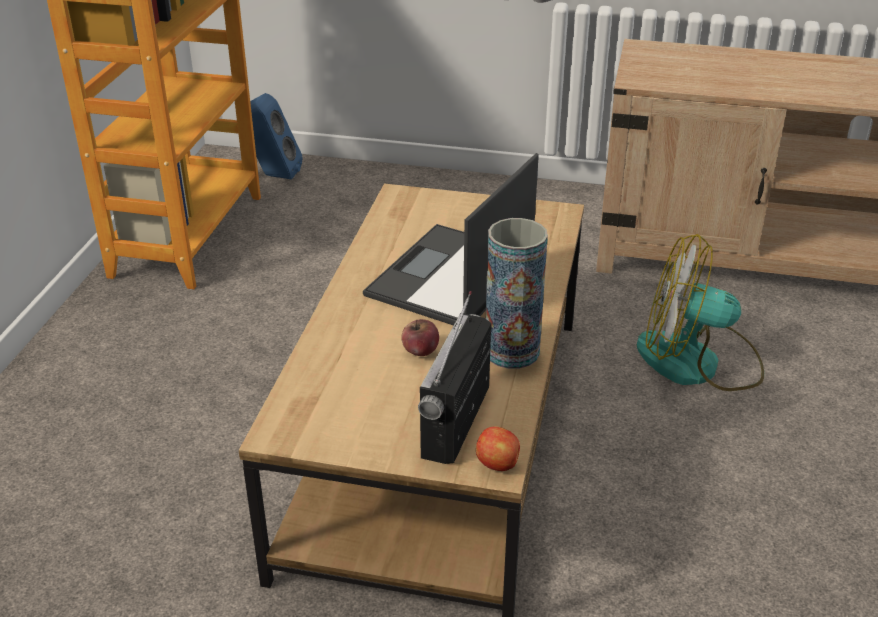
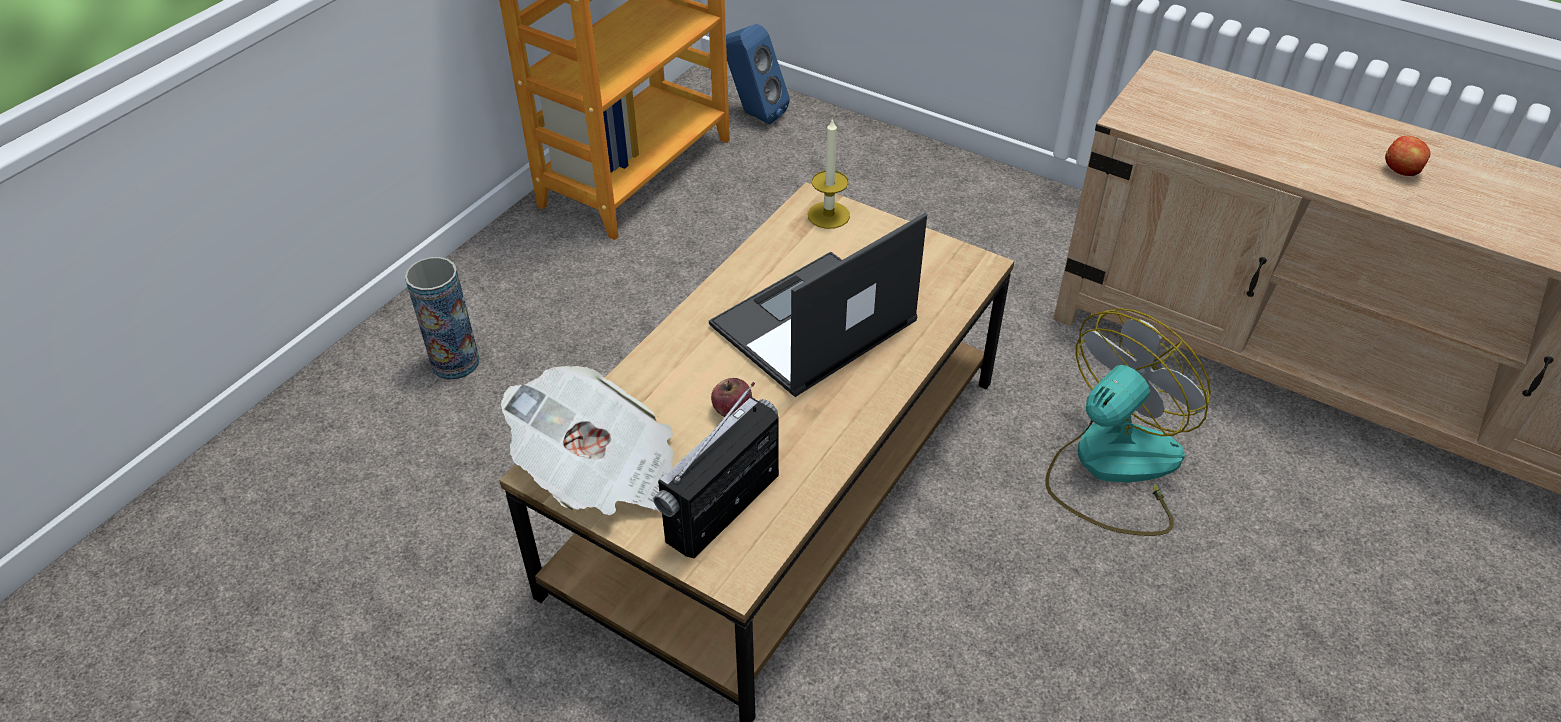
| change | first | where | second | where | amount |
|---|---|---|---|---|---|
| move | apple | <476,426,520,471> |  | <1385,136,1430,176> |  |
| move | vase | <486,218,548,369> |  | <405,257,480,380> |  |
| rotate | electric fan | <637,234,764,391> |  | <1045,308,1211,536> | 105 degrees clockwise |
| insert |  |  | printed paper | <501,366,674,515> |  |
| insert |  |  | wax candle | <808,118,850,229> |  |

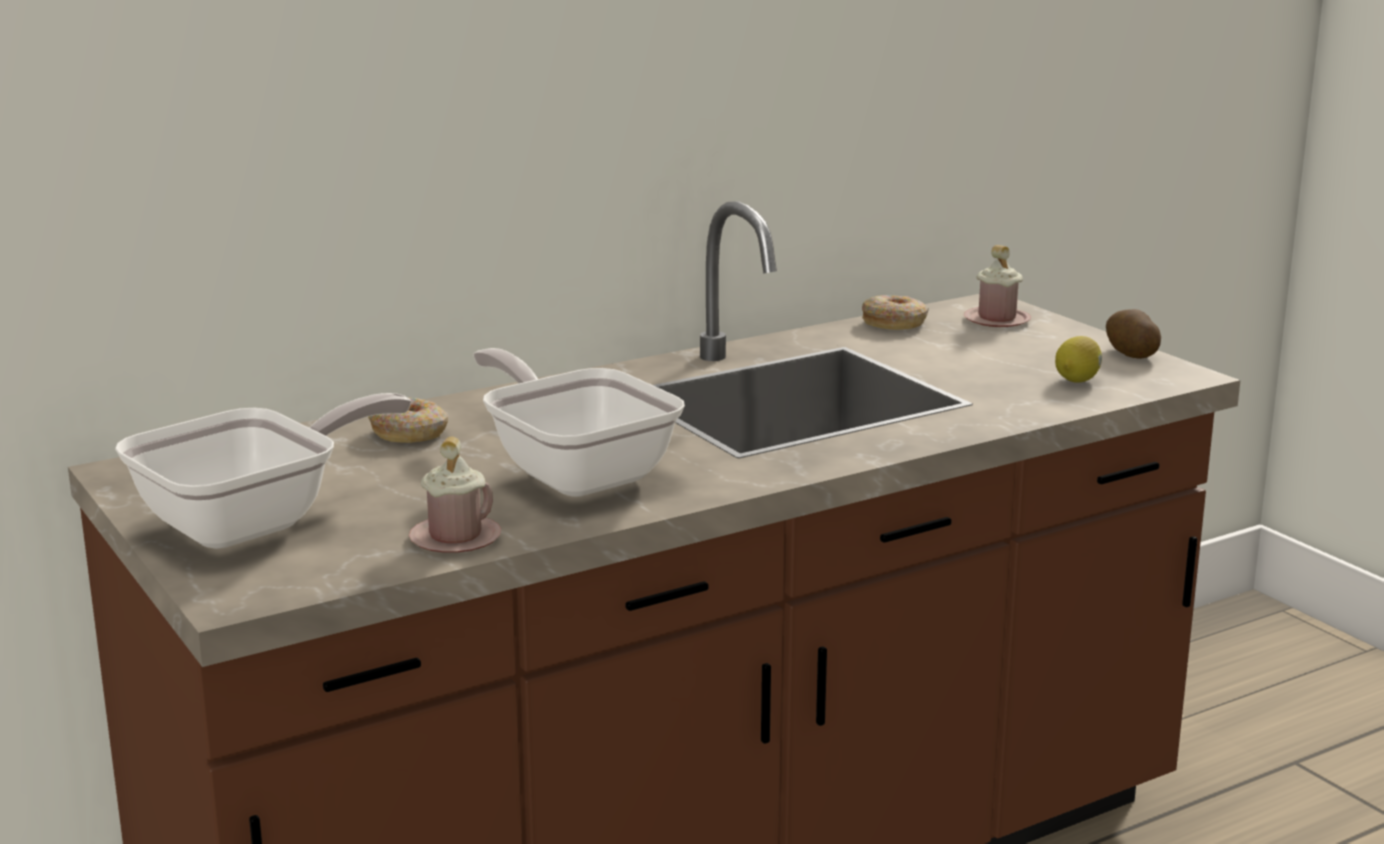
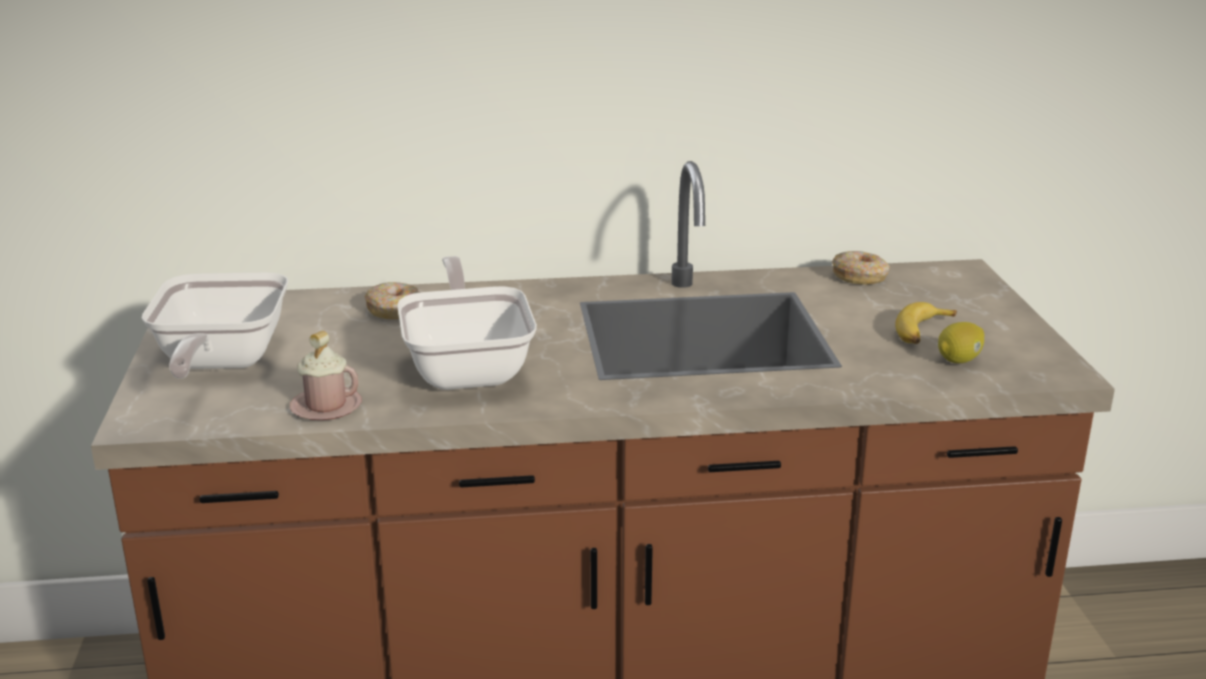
| change | first | where | second | where | amount |
|---|---|---|---|---|---|
| rotate | frying pan | <115,393,411,549> |  | <142,272,288,379> | 105 degrees clockwise |
| delete | pinkish coffee mug | <964,245,1031,327> |  |  |  |
| delete | potato | <1106,309,1161,359> |  |  |  |
| insert |  |  | banana fruit | <895,302,957,344> |  |

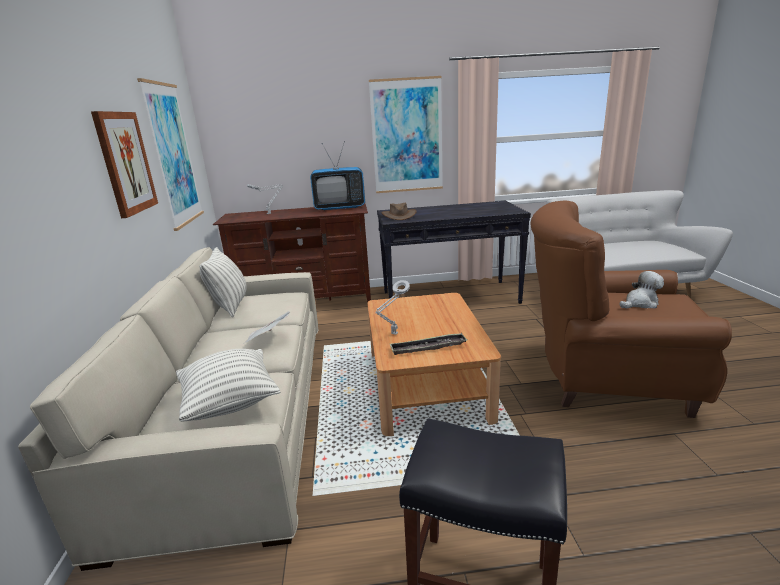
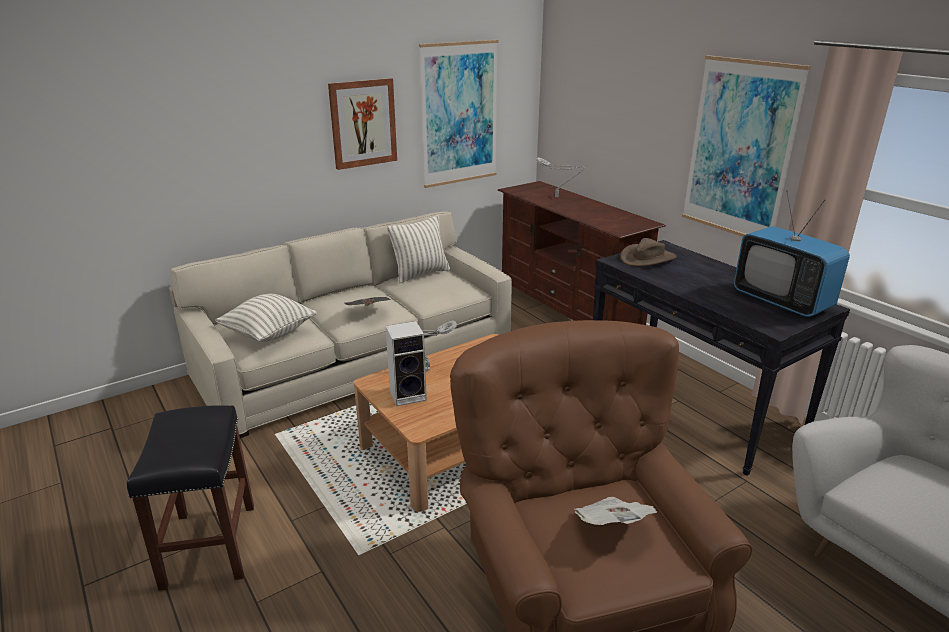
| change | first | where | second | where | amount |
|---|---|---|---|---|---|
| move | television | <310,141,365,211> |  | <734,190,850,317> |  |
| replace | carrying tray | <389,333,468,355> | loudspeaker | <386,321,427,406> |  |
| replace | soft toy | <619,271,664,309> | printed paper | <575,497,657,525> |  |

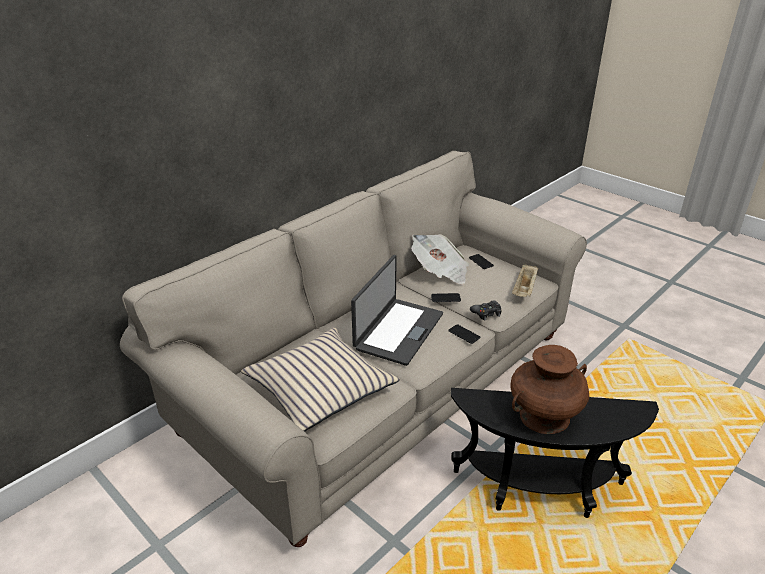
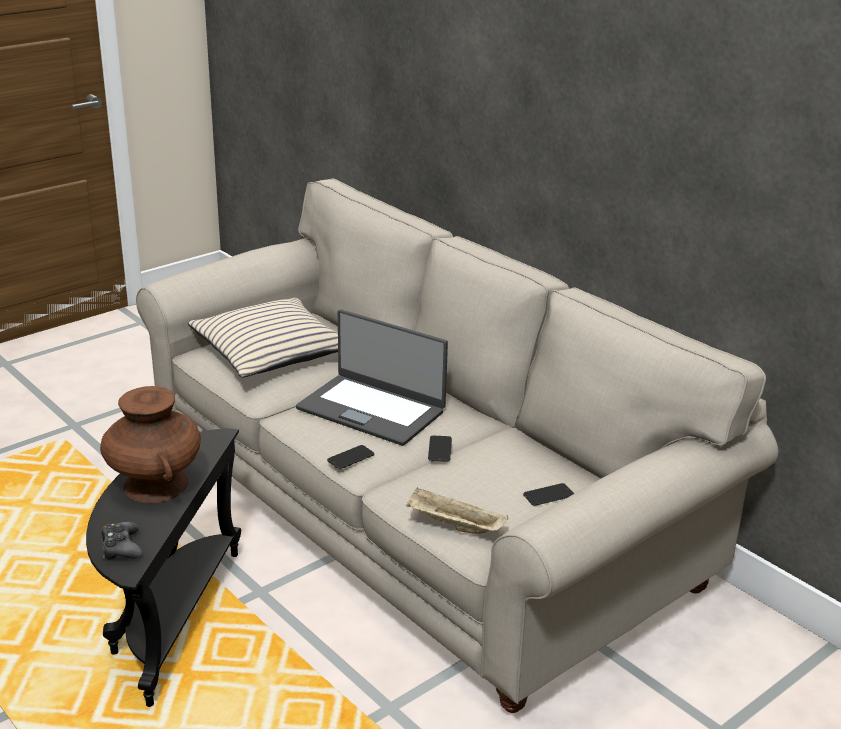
| change | first | where | second | where | amount |
|---|---|---|---|---|---|
| delete | printed paper | <411,234,469,285> |  |  |  |
| move | black-coloured game controller | <470,300,501,320> |  | <101,522,142,560> |  |

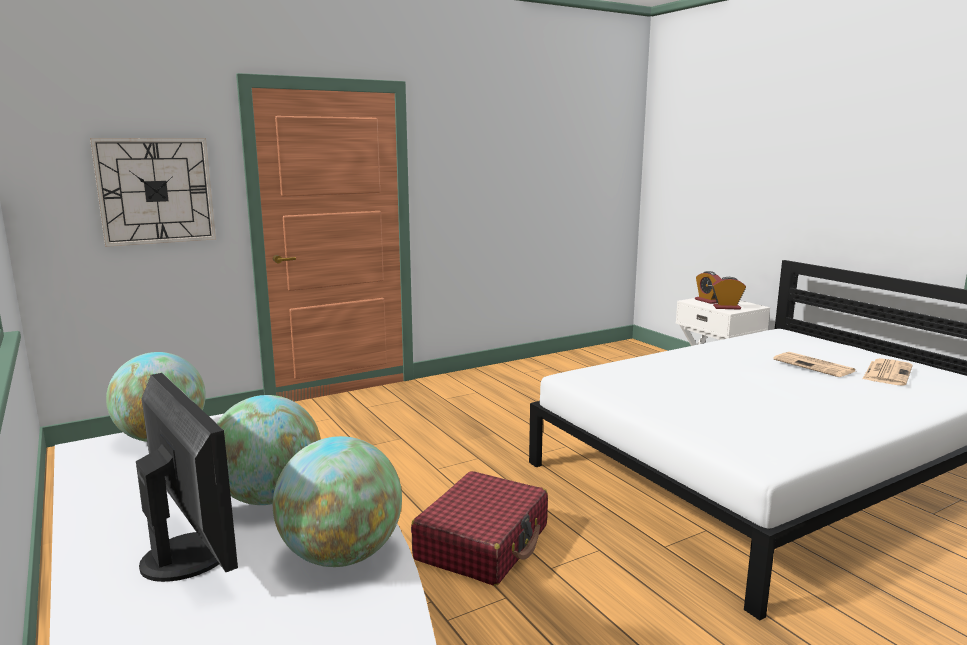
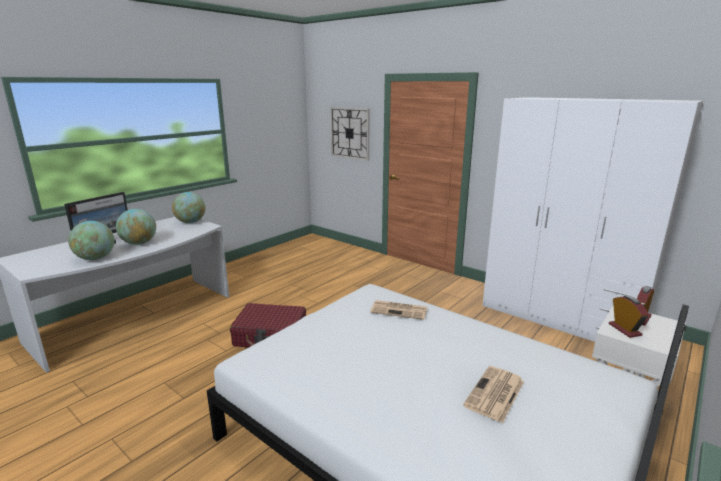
| change | first | where | second | where | amount |
|---|---|---|---|---|---|
| move | printed paper | <863,358,913,386> |  | <370,300,427,320> |  |
| insert |  |  | white clothes cupboard | <483,97,703,342> |  |

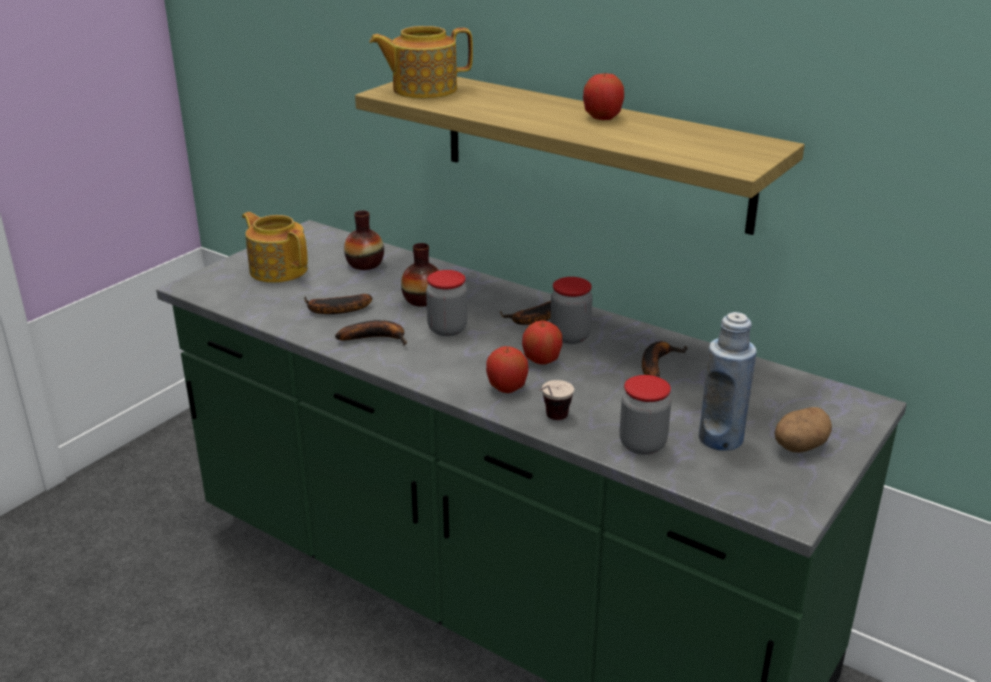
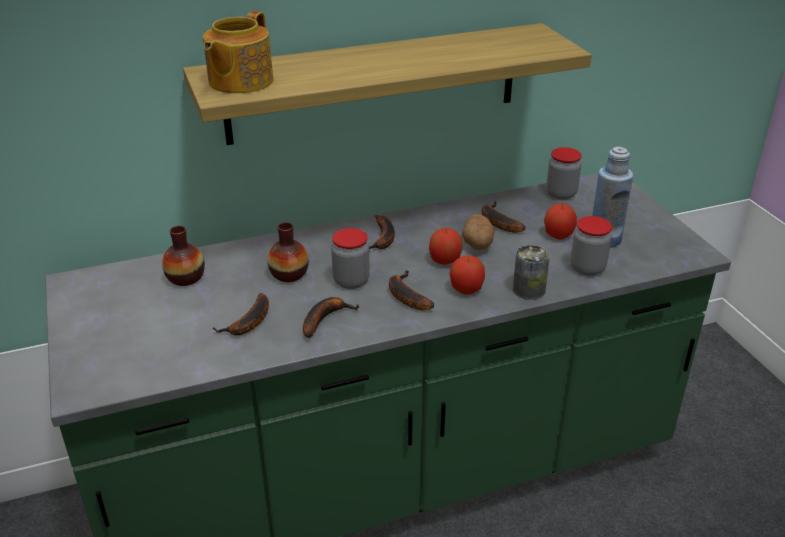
| change | first | where | second | where | amount |
|---|---|---|---|---|---|
| delete | teapot | <242,212,308,283> |  |  |  |
| replace | drinking cup | <539,380,574,420> | can | <513,245,550,300> |  |
| move | jar | <550,277,592,344> |  | <546,147,582,200> |  |
| move | apple | <583,72,624,120> |  | <544,203,577,240> |  |
| move | potato | <774,407,832,453> |  | <462,214,495,250> |  |
| insert |  |  | banana fruit | <389,270,434,310> |  |

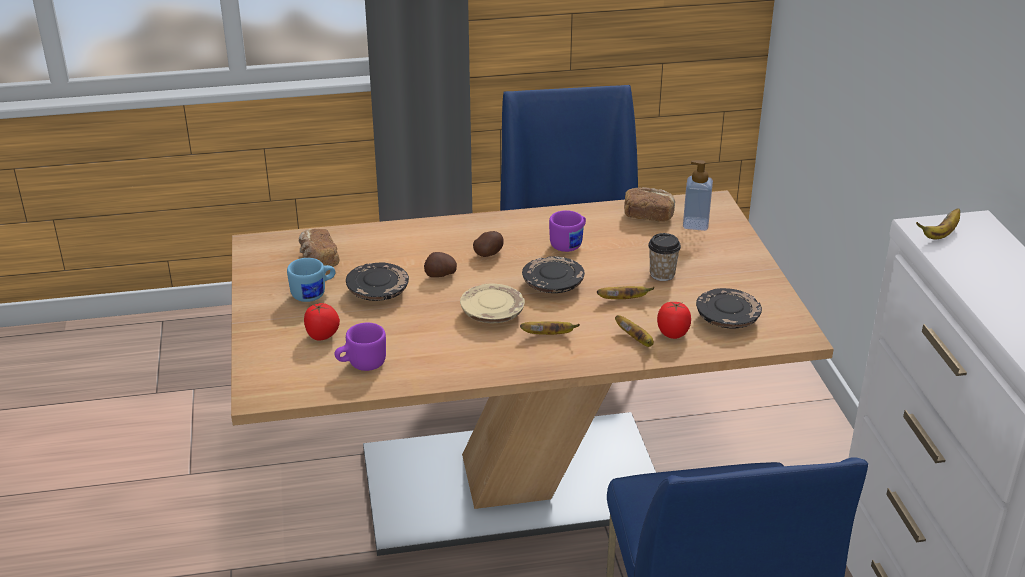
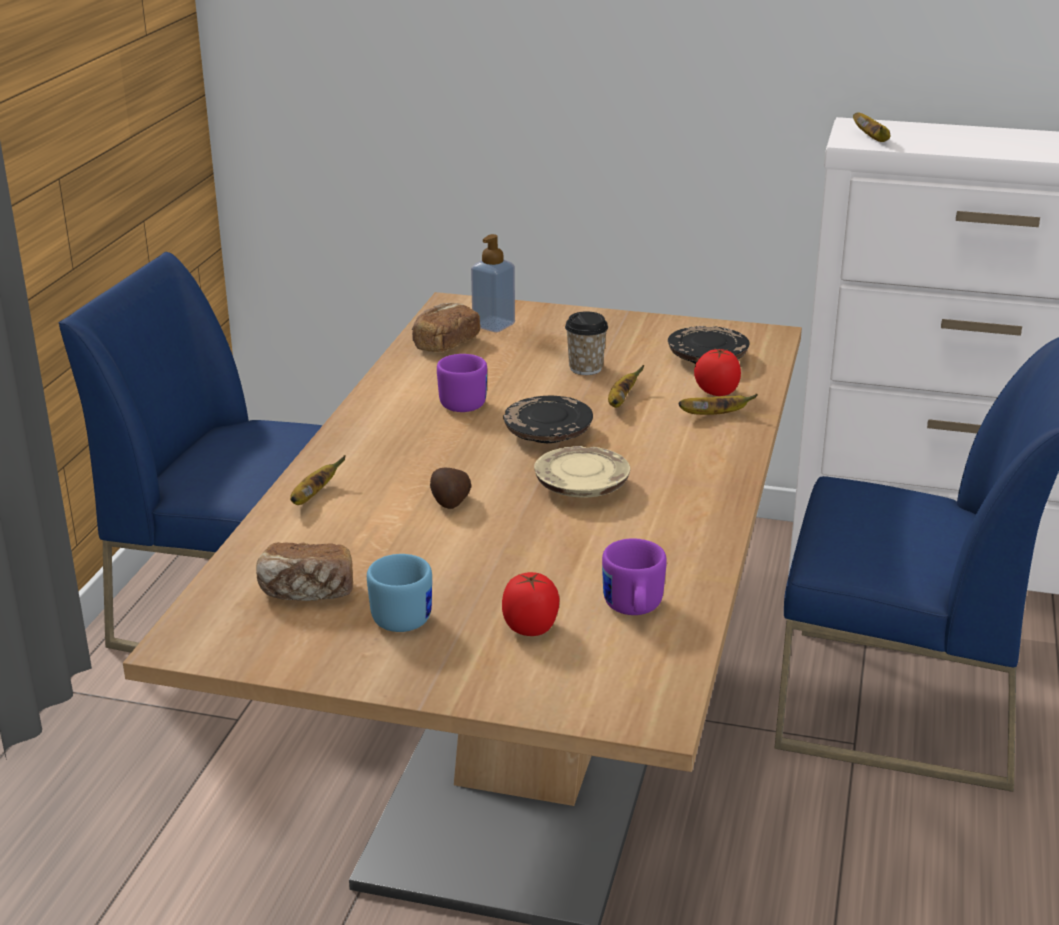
| change | first | where | second | where | amount |
|---|---|---|---|---|---|
| delete | black-coloured dinner plate | <346,262,409,301> |  |  |  |
| delete | potato | <473,231,504,257> |  |  |  |
| move | banana fruit | <520,321,580,335> |  | <290,456,346,505> |  |

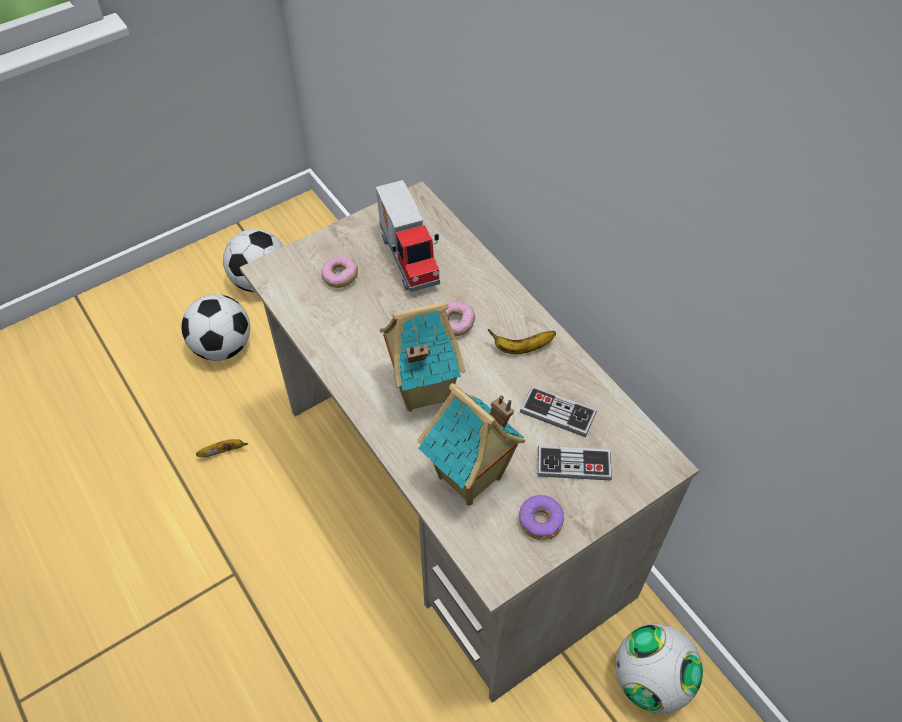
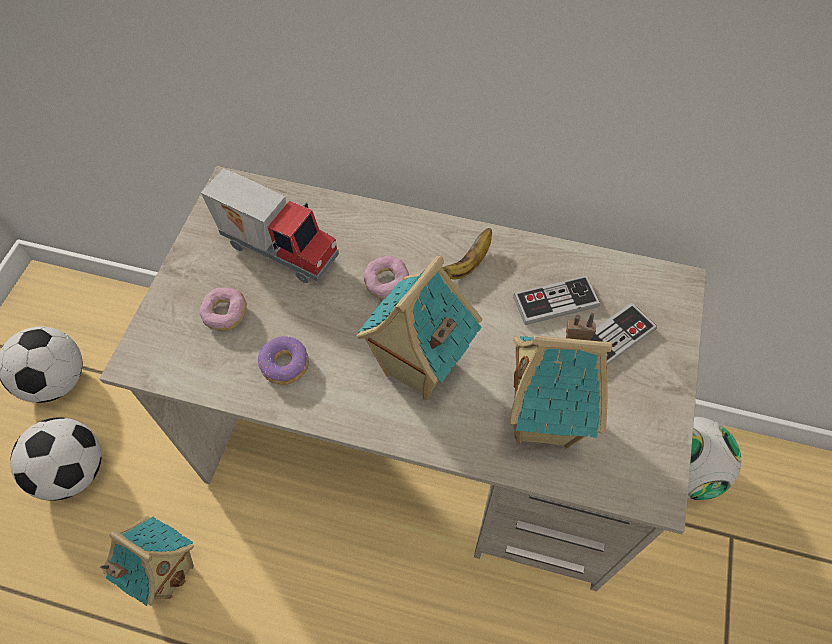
| change | first | where | second | where | amount |
|---|---|---|---|---|---|
| replace | banana fruit | <196,439,248,457> | toy house | <100,516,194,606> |  |
| move | ring doughnut | <519,495,564,540> |  | <258,336,309,385> |  |

